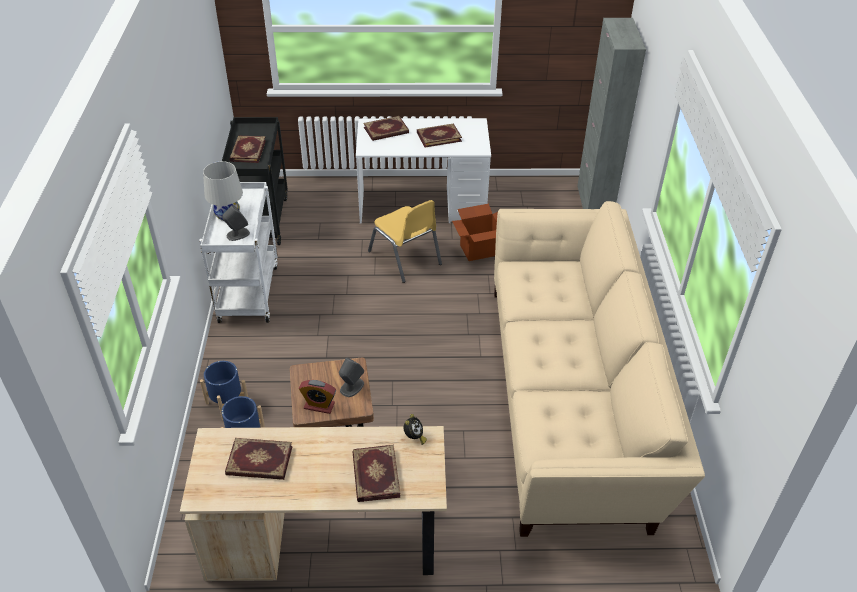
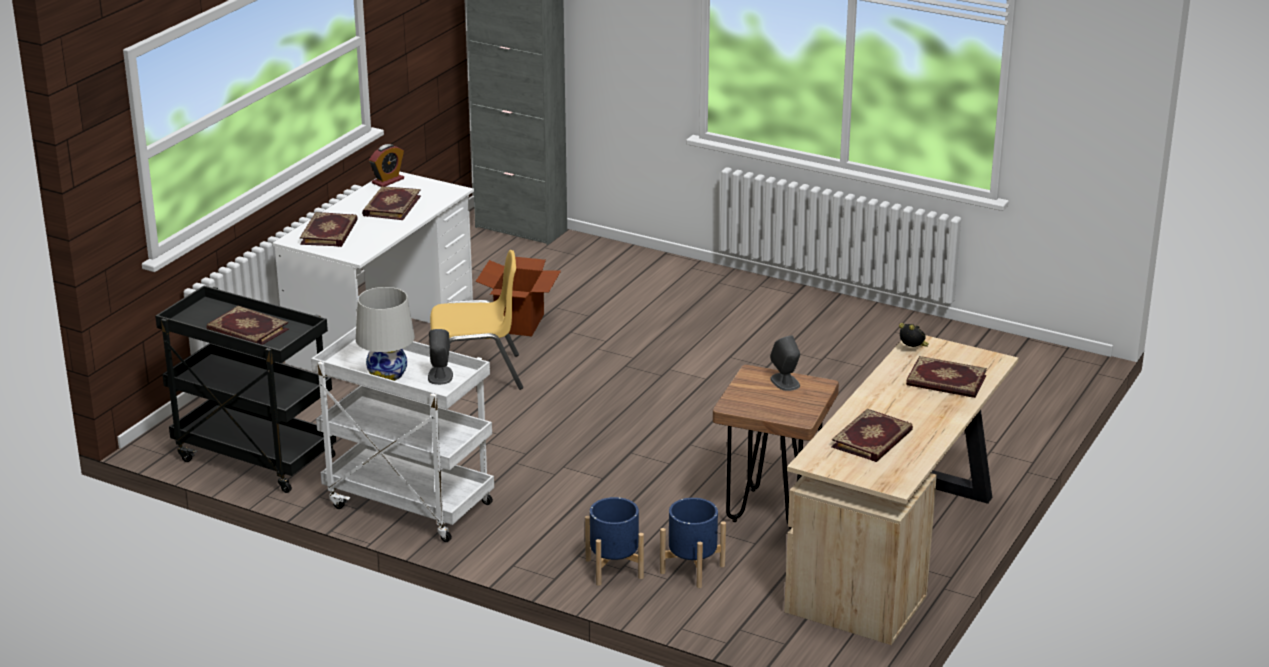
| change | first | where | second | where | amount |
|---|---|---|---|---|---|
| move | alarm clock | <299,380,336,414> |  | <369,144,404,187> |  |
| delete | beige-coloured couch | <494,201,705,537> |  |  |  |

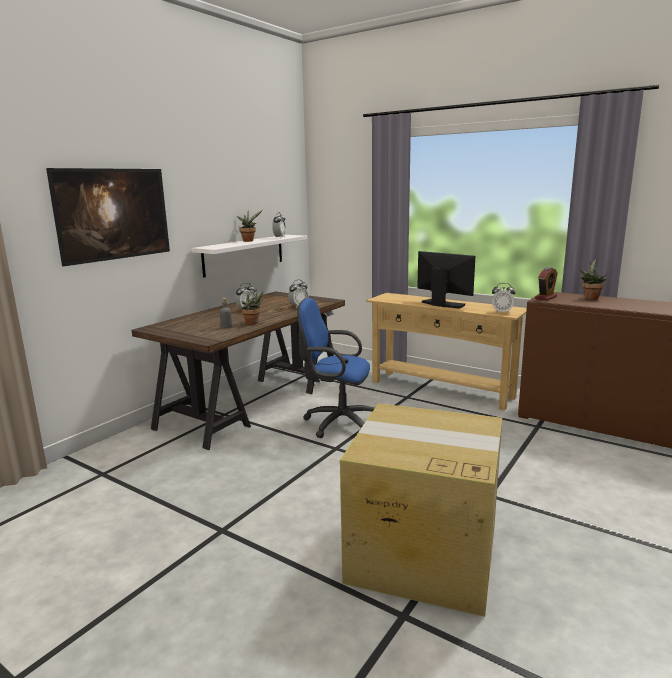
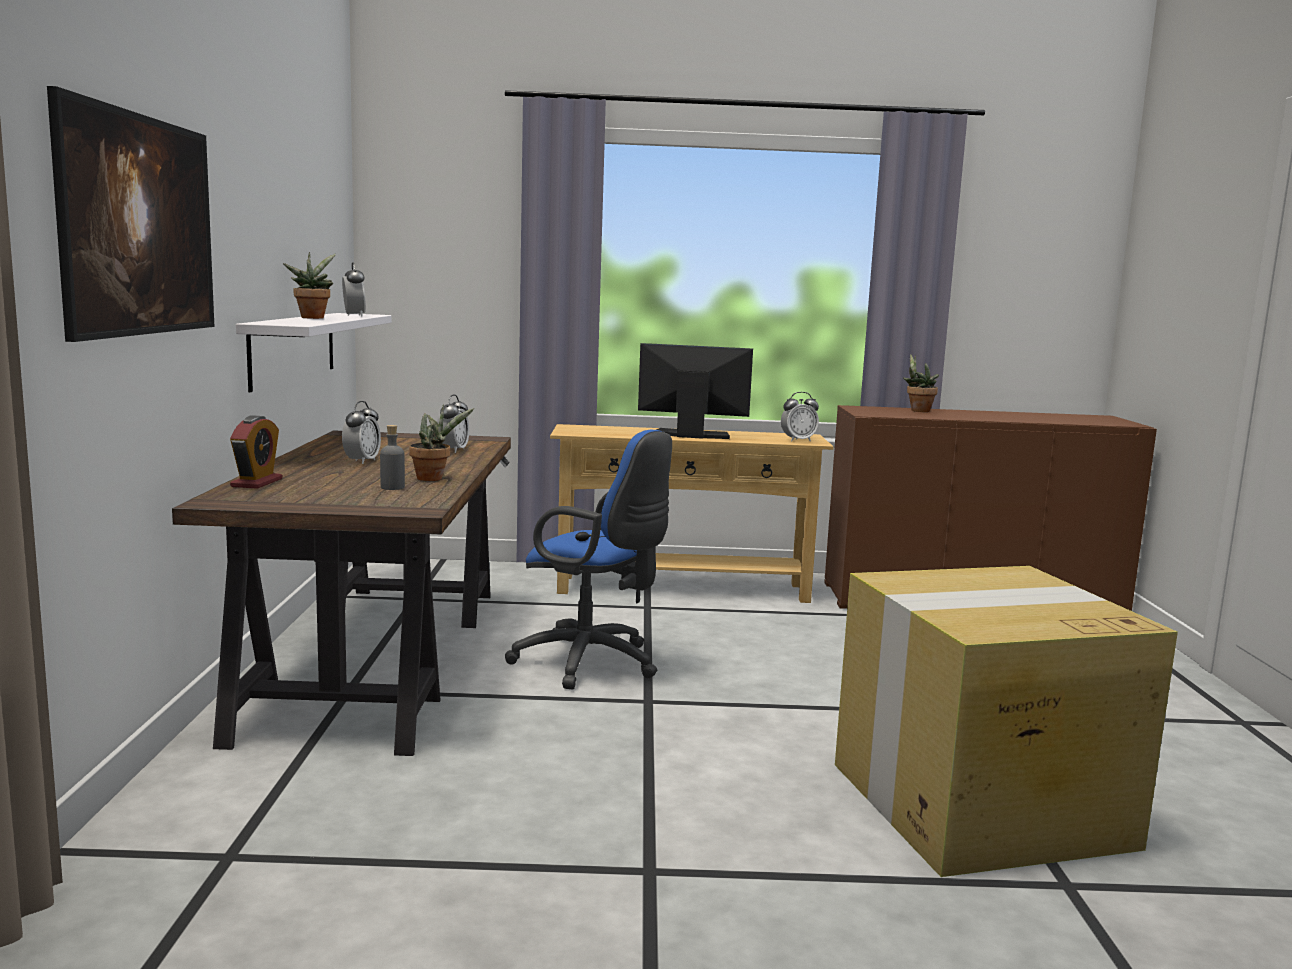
| change | first | where | second | where | amount |
|---|---|---|---|---|---|
| rotate | bluish computer chair | <297,298,375,438> |  | <505,430,672,689> | 135 degrees counterclockwise |
| move | alarm clock | <535,267,558,301> |  | <230,415,283,489> |  |

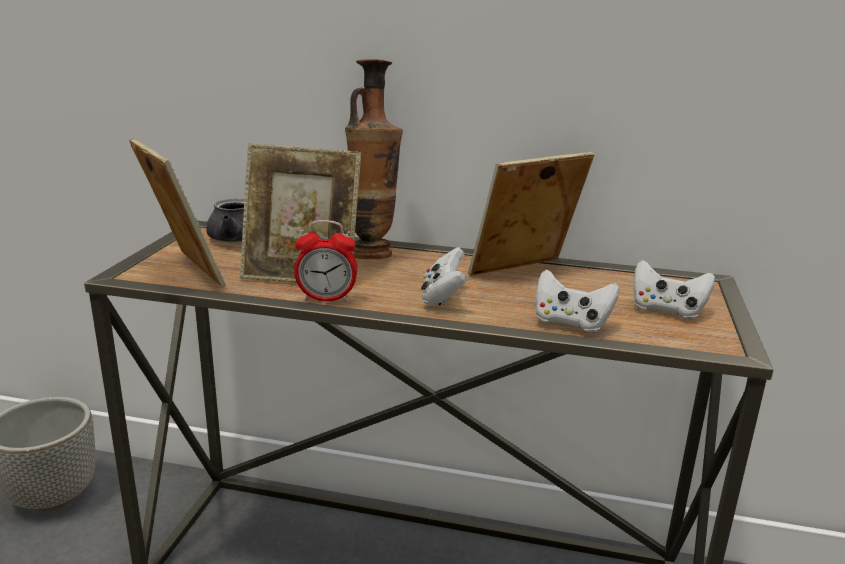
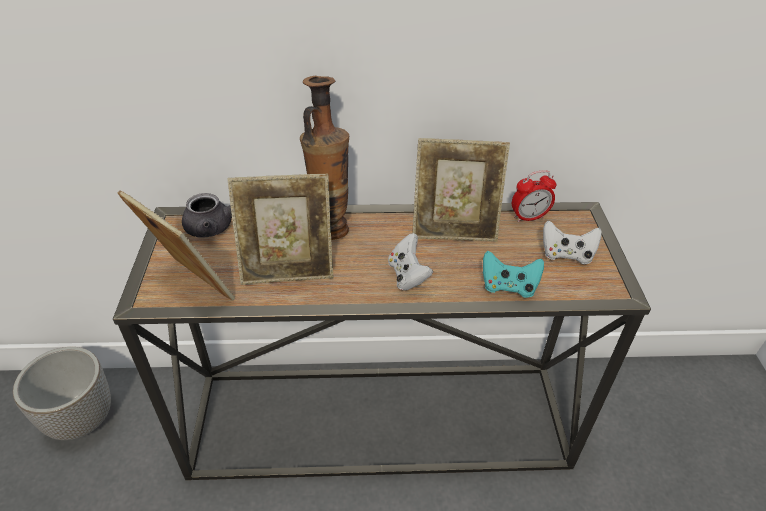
| change | first | where | second | where | amount |
|---|---|---|---|---|---|
| move | alarm clock | <294,220,357,302> |  | <512,170,557,222> |  |
| rotate | picture frame | <468,152,594,276> |  | <412,138,510,242> | 135 degrees counterclockwise |
| recolor | white game controller | <536,269,619,332> | turquoise-coloured game controller | <483,251,544,298> |  |

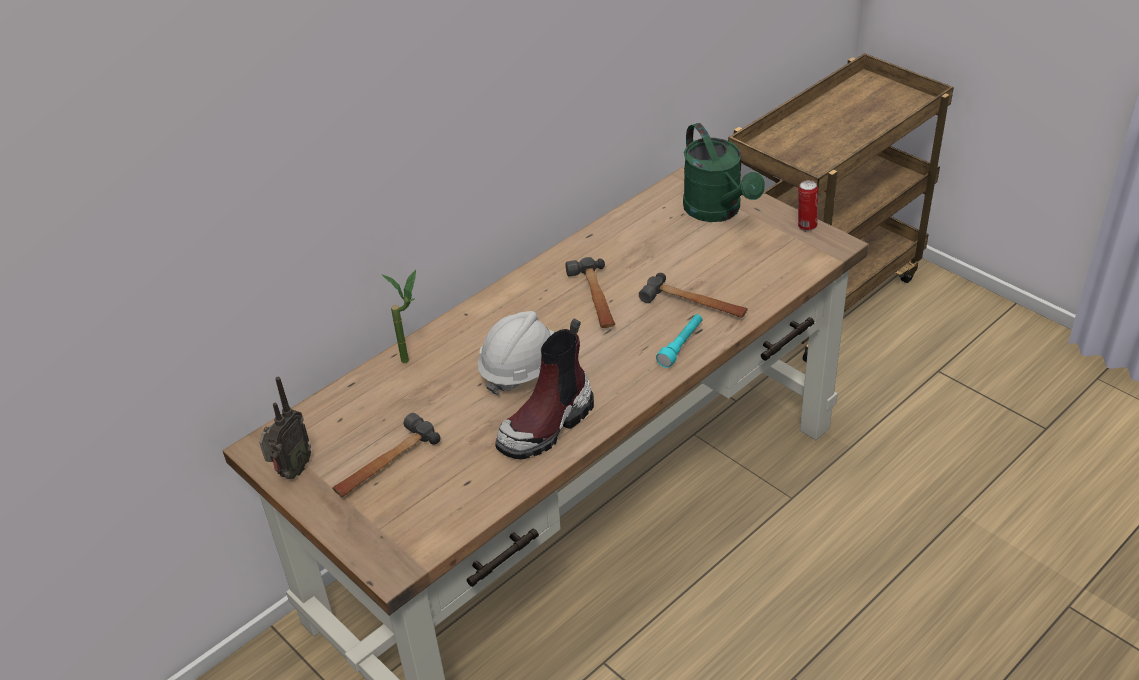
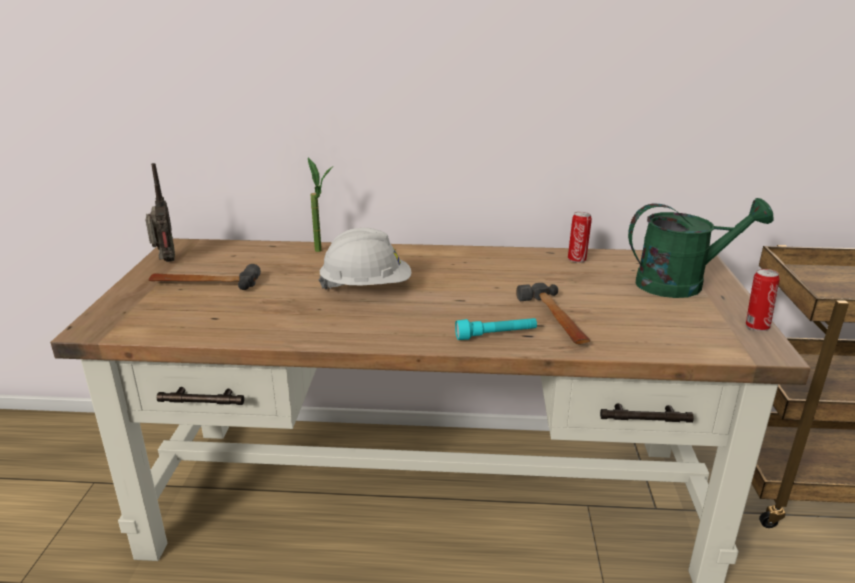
| change | first | where | second | where | amount |
|---|---|---|---|---|---|
| rotate | radio set | <259,377,311,479> |  | <146,163,175,262> | 90 degrees counterclockwise |
| delete | high-top boot | <495,319,594,460> |  |  |  |
| delete | tool hammer | <565,257,615,328> |  |  |  |
| rotate | greenish sprinkling can | <683,123,765,222> |  | <628,198,773,298> | 120 degrees counterclockwise |
| insert |  |  | can | <568,212,592,263> |  |

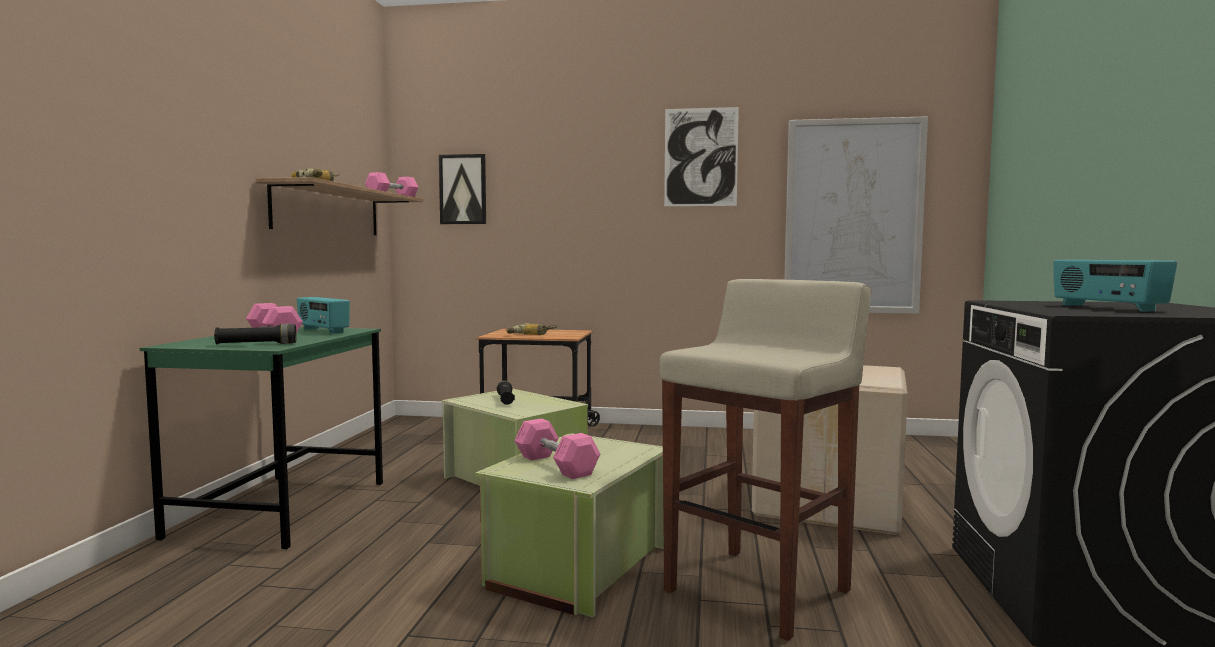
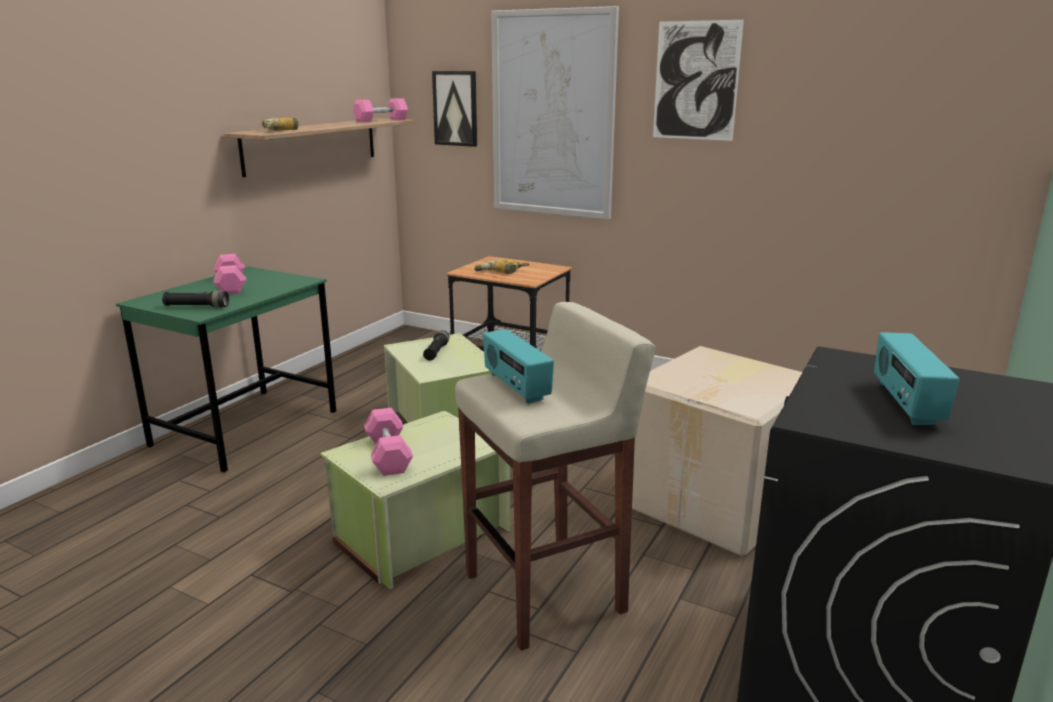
| change | first | where | second | where | amount |
|---|---|---|---|---|---|
| move | radio set | <297,297,350,334> |  | <483,329,554,404> |  |
| move | wall art | <784,116,928,314> |  | <491,6,619,220> |  |

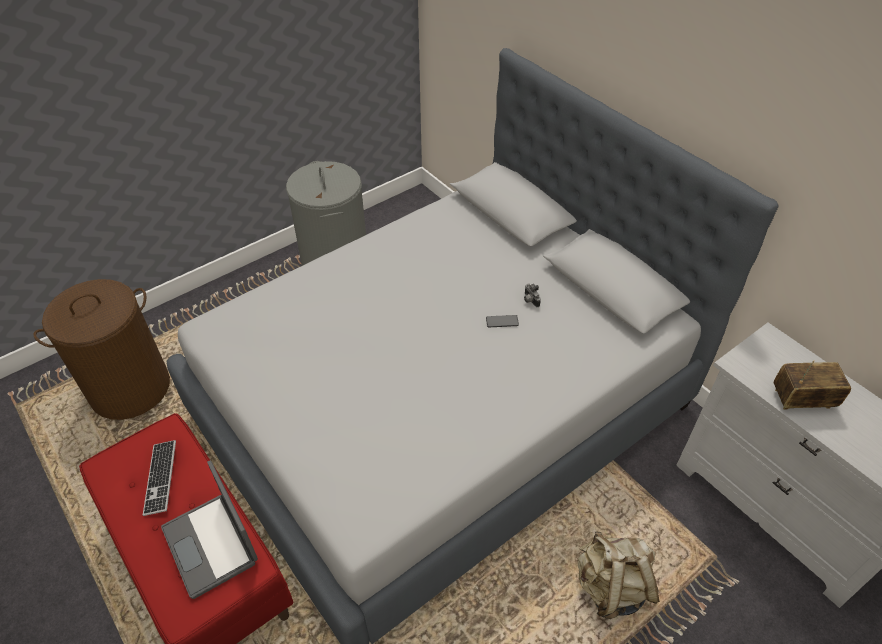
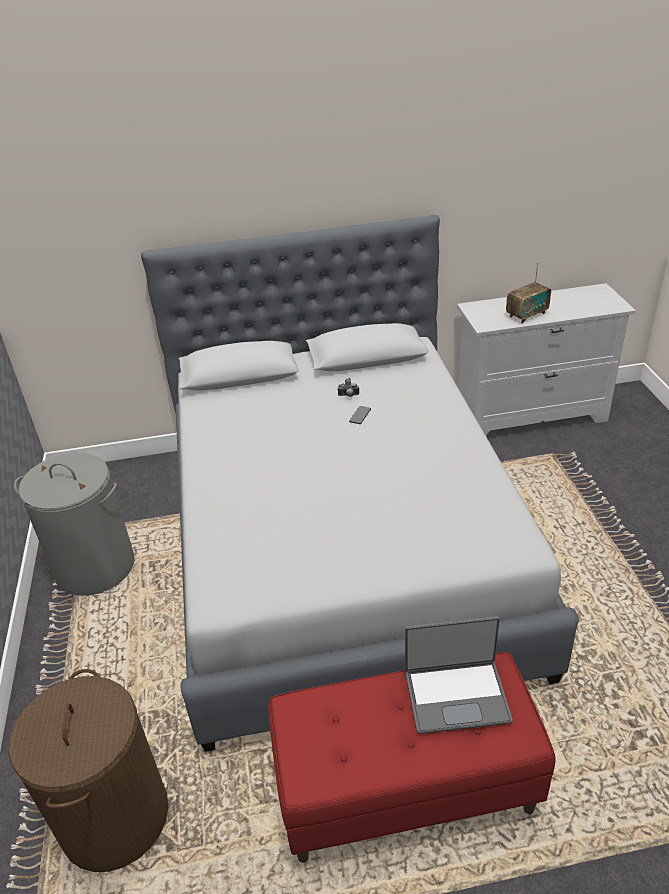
| change | first | where | second | where | amount |
|---|---|---|---|---|---|
| delete | keyboard | <143,440,176,516> |  |  |  |
| delete | beige-coloured knapsack | <578,532,660,619> |  |  |  |
| rotate | radio set | <774,360,851,410> |  | <506,263,551,323> | 150 degrees counterclockwise |

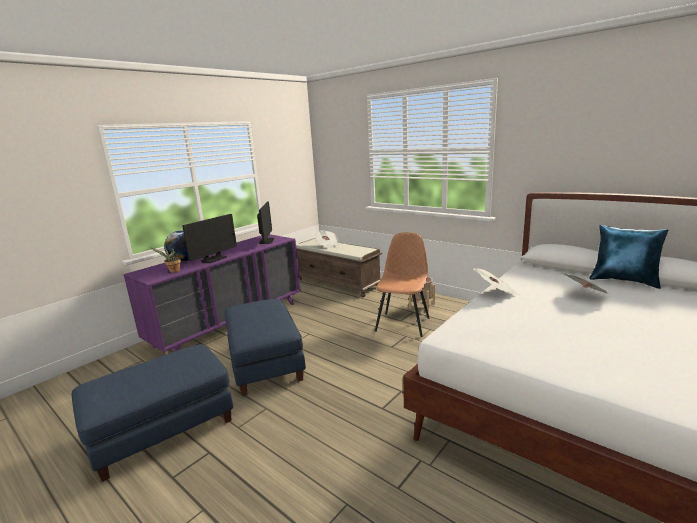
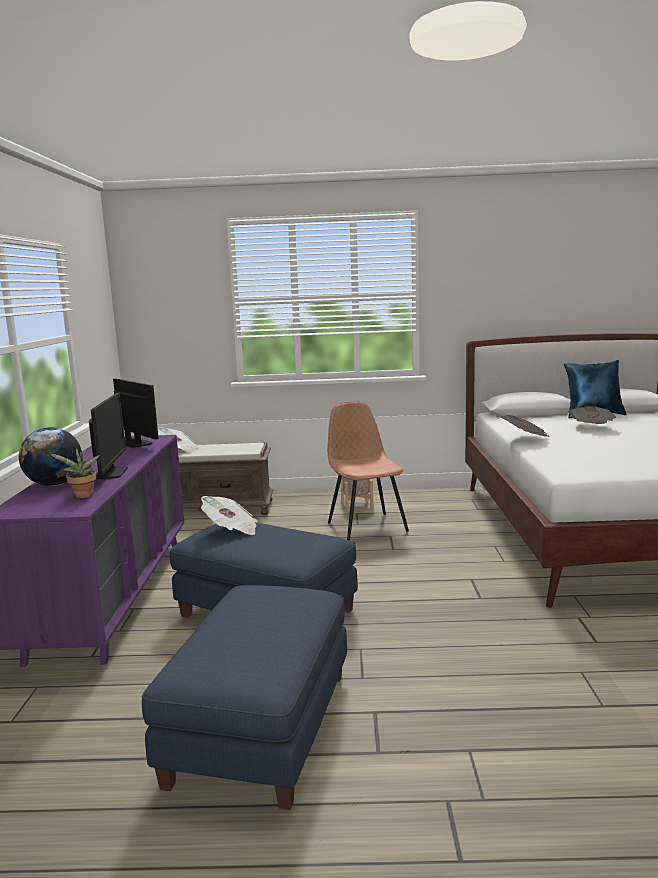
| change | first | where | second | where | amount |
|---|---|---|---|---|---|
| insert |  |  | printed paper | <201,496,258,535> |  |

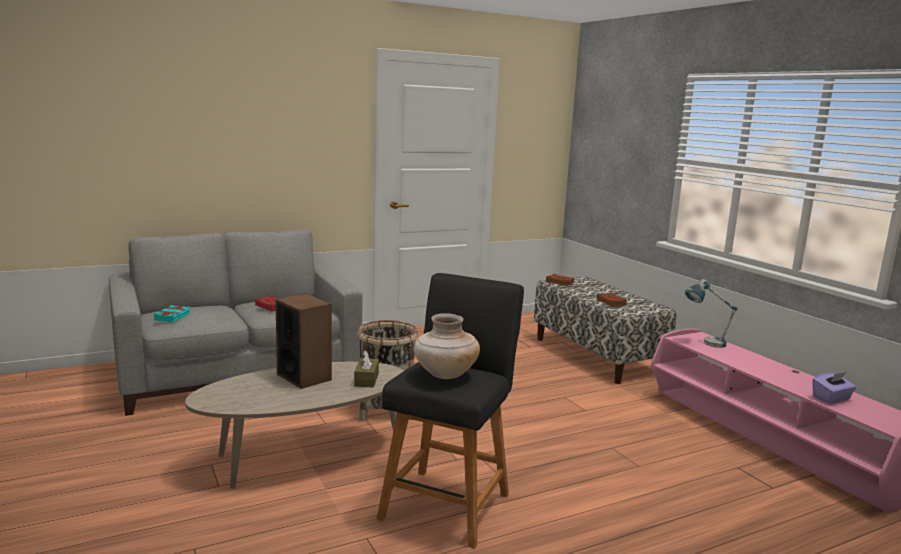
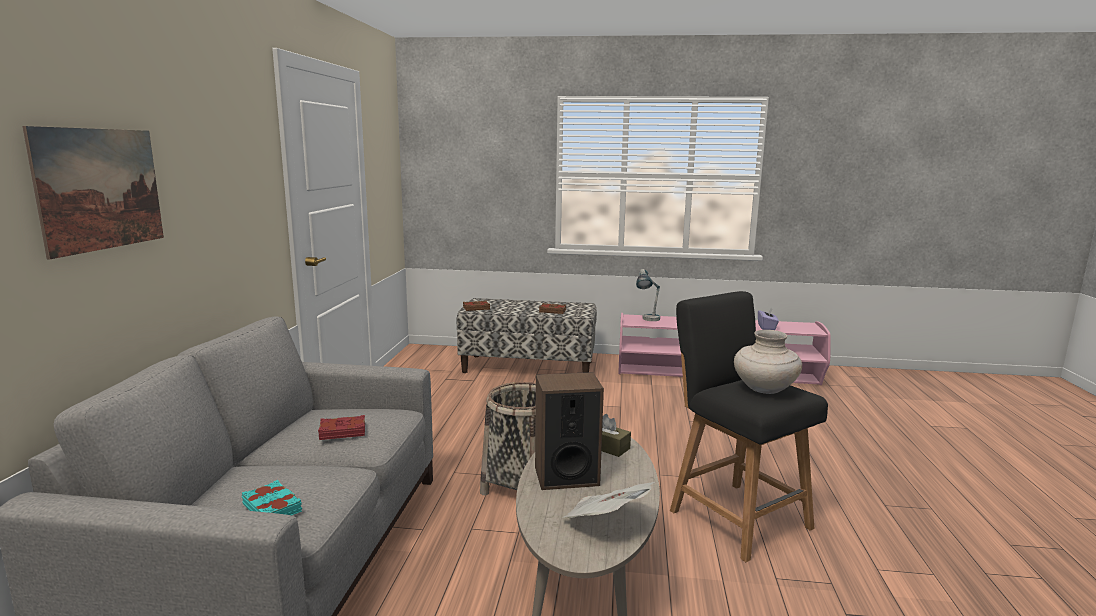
| change | first | where | second | where | amount |
|---|---|---|---|---|---|
| insert |  |  | wall art | <22,126,164,259> |  |
| insert |  |  | printed paper | <562,482,655,518> |  |

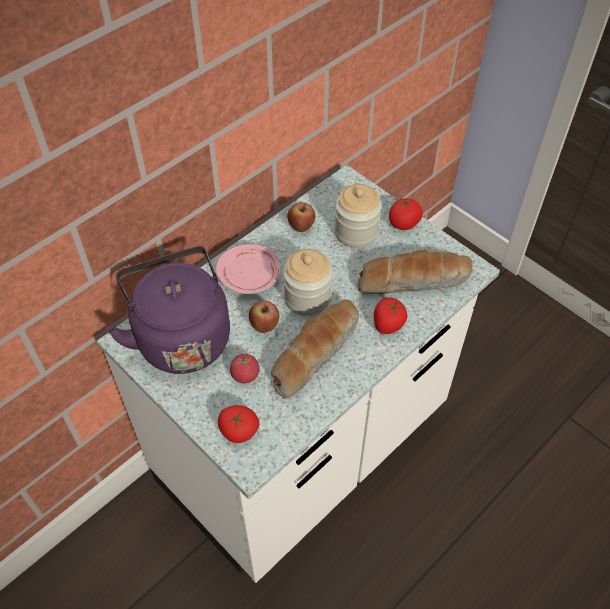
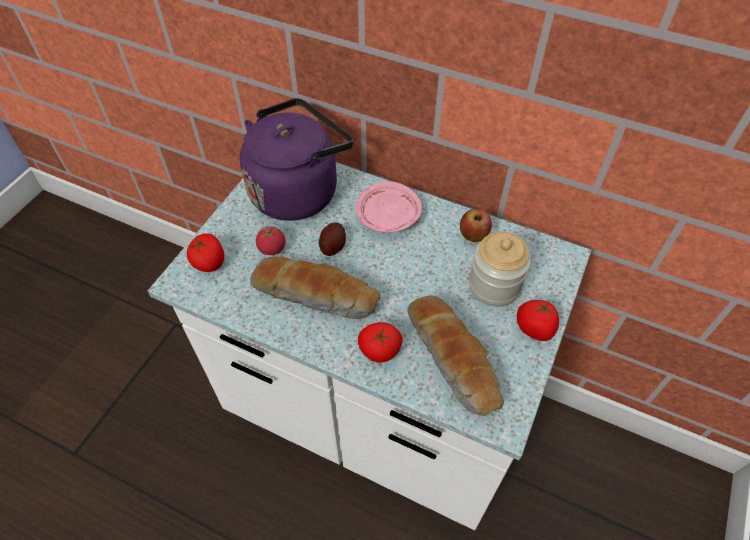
| change | first | where | second | where | amount |
|---|---|---|---|---|---|
| replace | apple | <249,301,279,333> | potato | <319,223,346,256> |  |
| delete | jar | <283,249,333,316> |  |  |  |

